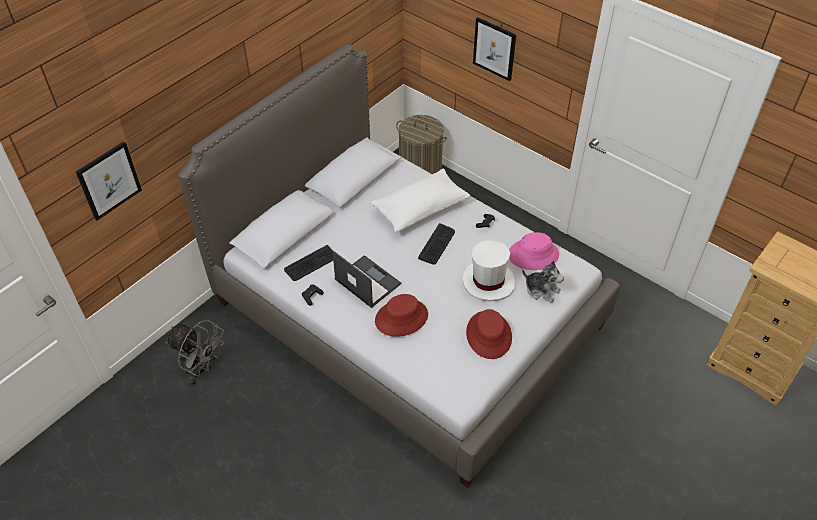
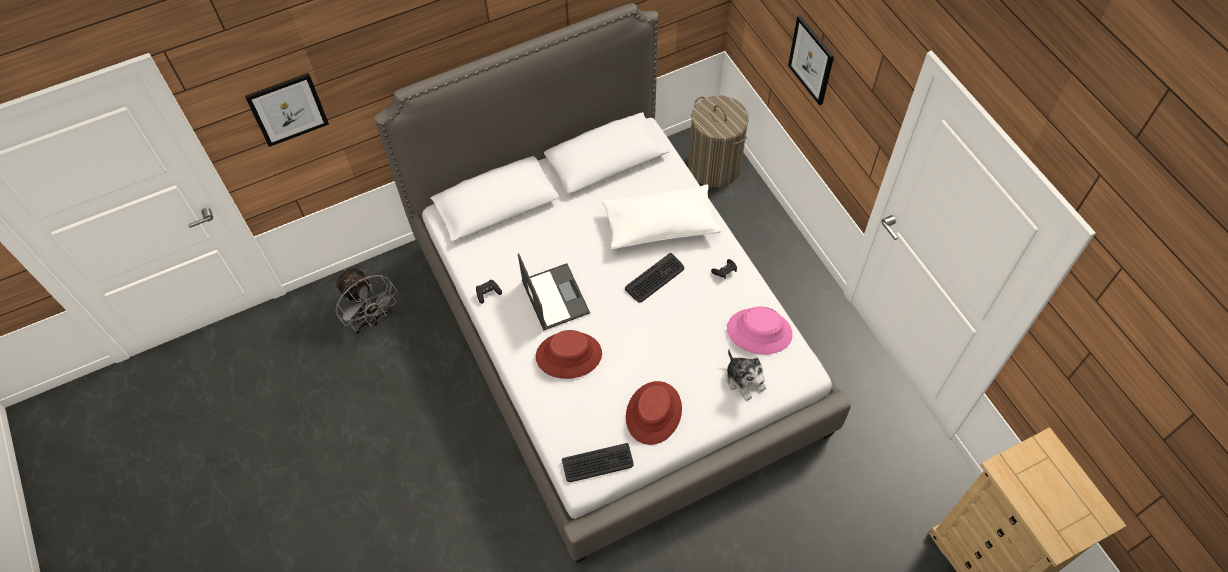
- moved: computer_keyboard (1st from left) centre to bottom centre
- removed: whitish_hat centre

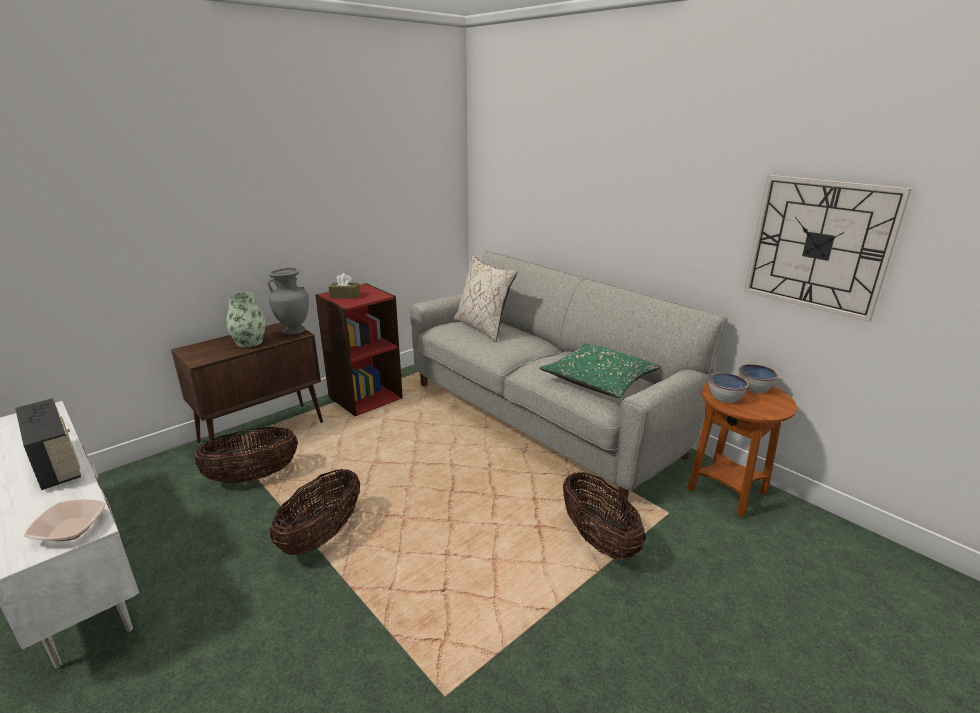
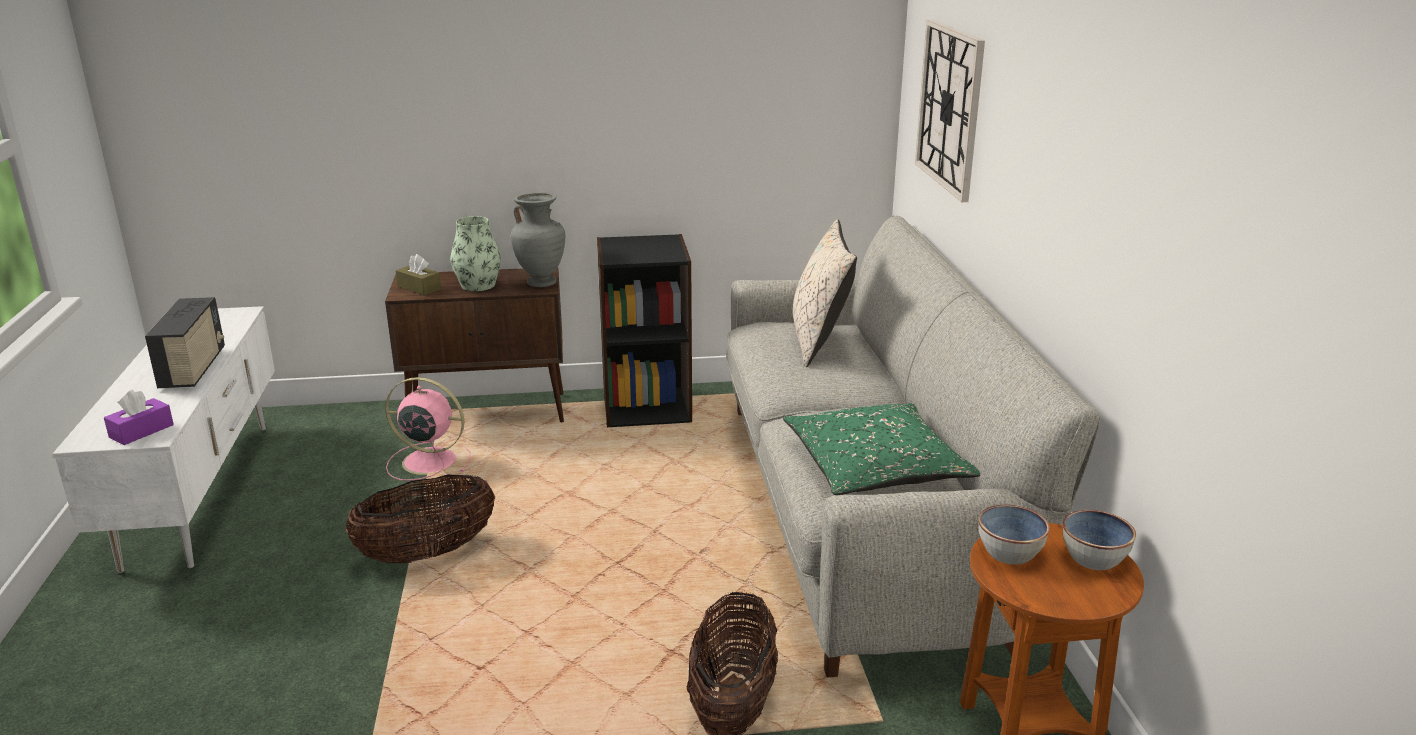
- replaced: serving_bowl (1st from left) bottom left to purplish_box_of_tissues middle left
- replaced: basket (1st from left) middle left to pinkish_electric_fan middle left
- recoloured: red_bookshelf centre to black_bookshelf centre
- moved: brownish_box_of_tissues centre to middle left
- moved: wall_clock middle right to top right

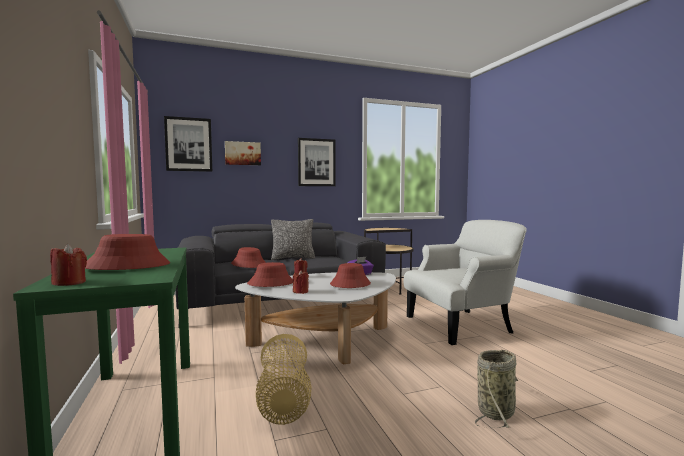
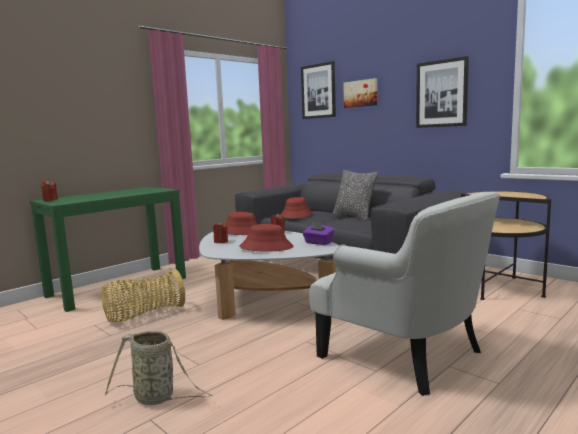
- removed: red_hat (1st from left) middle left

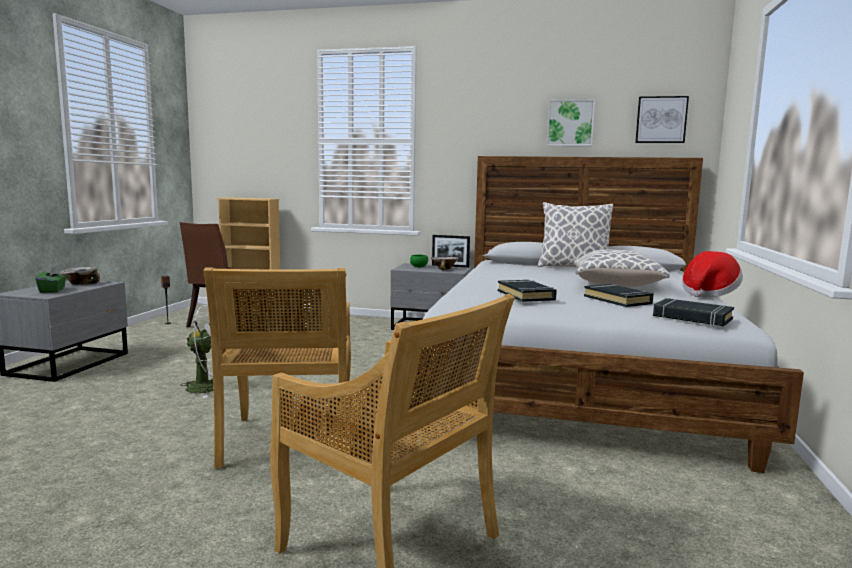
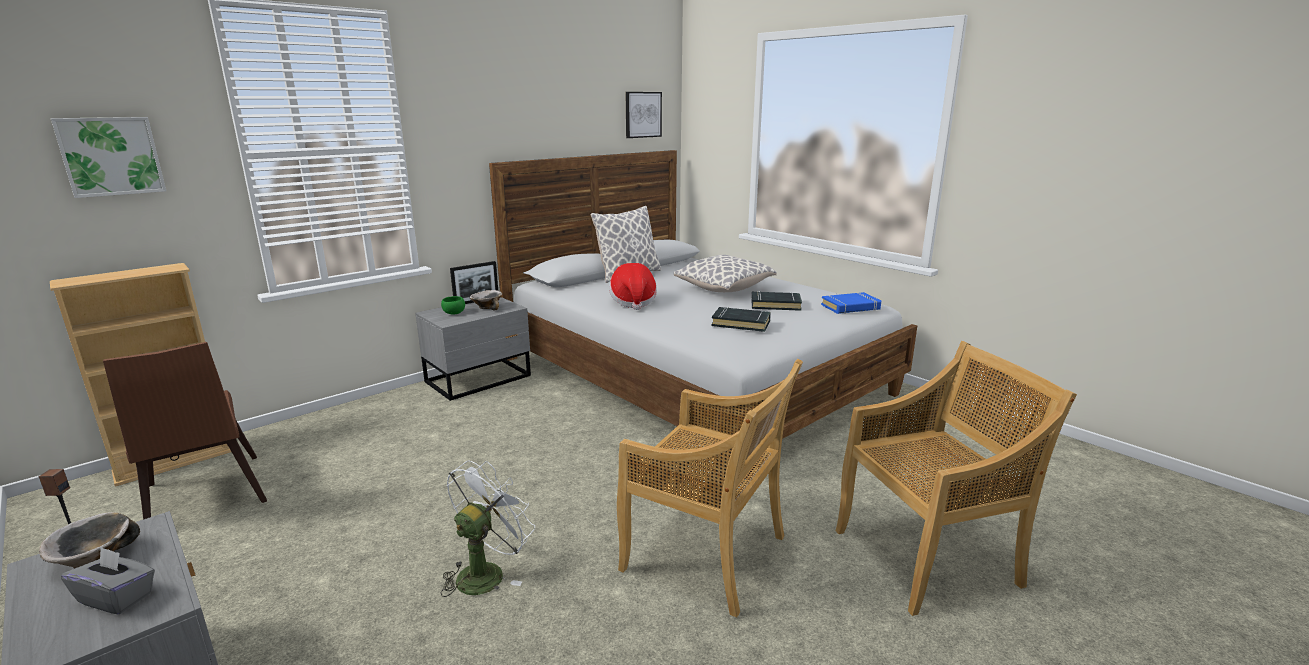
- recoloured: greenish_box_of_tissues middle left to grey_box_of_tissues bottom left
- moved: picture (1st from left) top right to top left
- recoloured: black_book (3rd from left) middle right to blue_book centre
- moved: hat middle right to centre

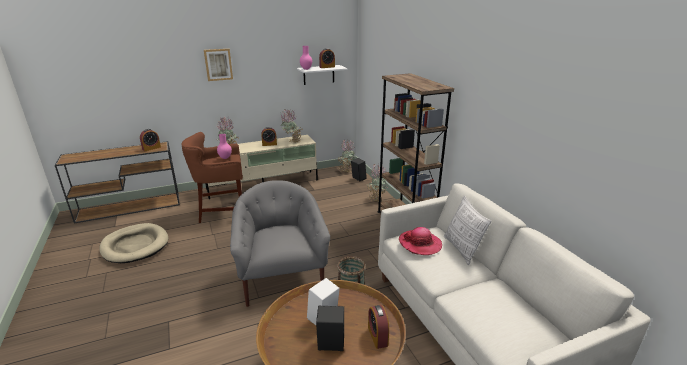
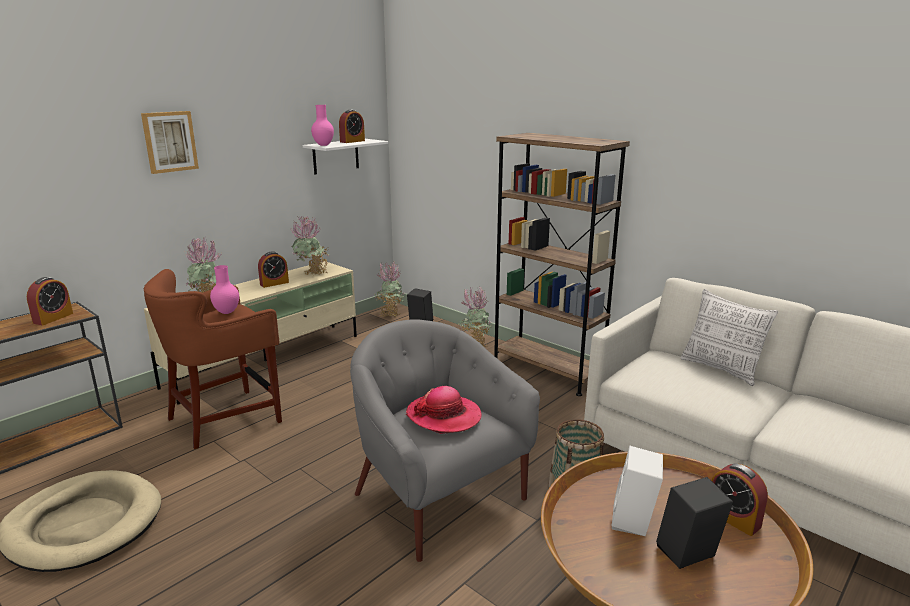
- moved: hat centre to bottom centre

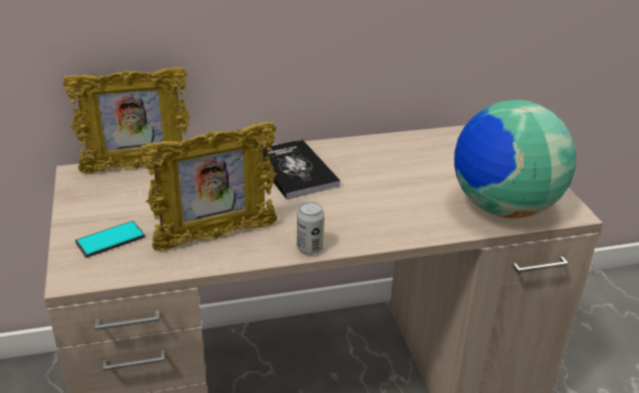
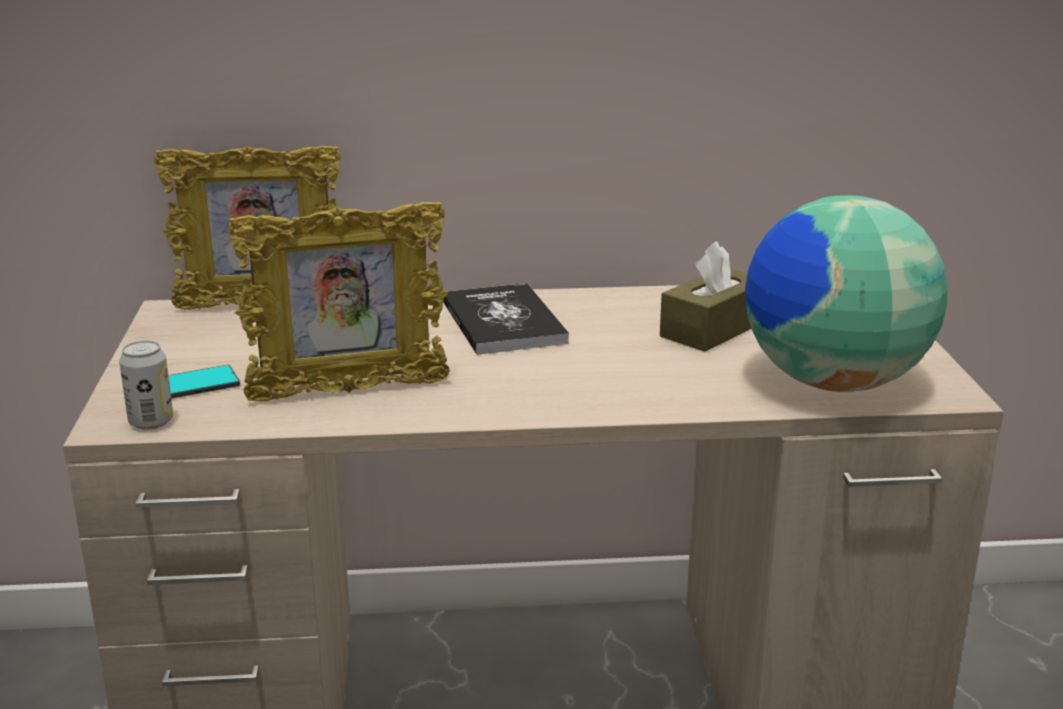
- moved: metal_can centre to middle left
- added: brownish_box_of_tissues centre

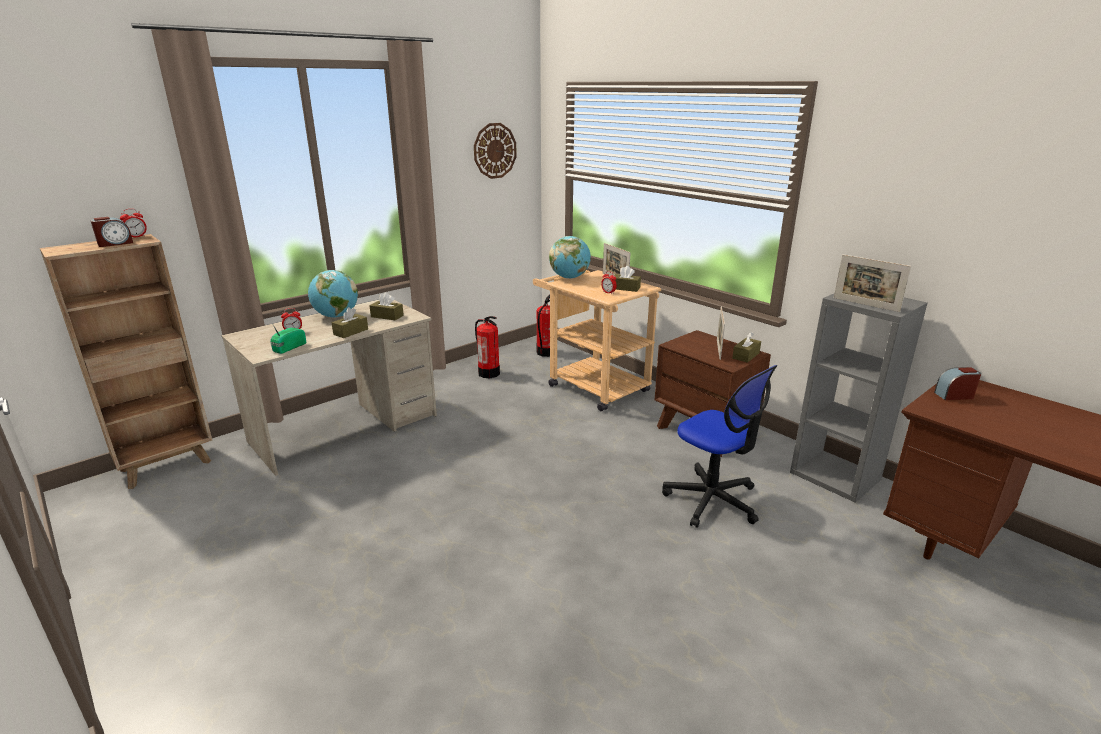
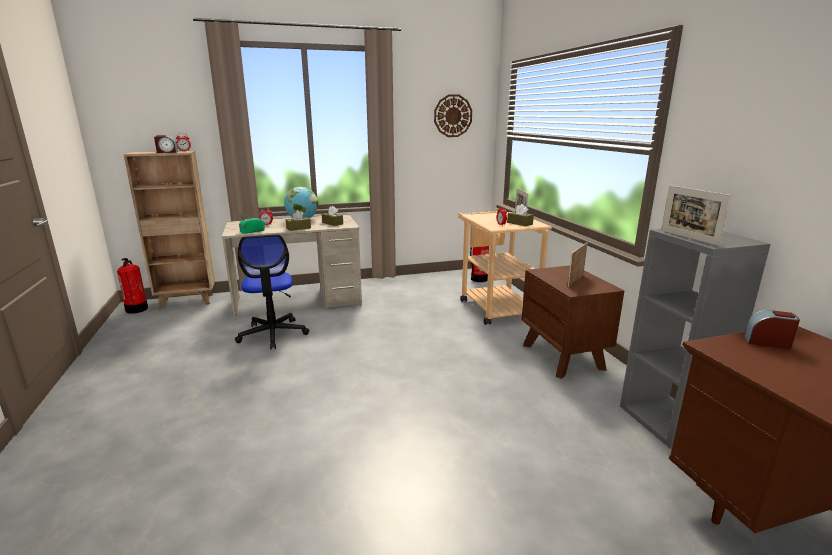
- moved: extinguisher (1st from left) centre to middle left
- removed: globe (2nd from left) centre
- moved: computer_chair centre to middle left
- removed: brownish_box_of_tissues (4th from left) middle right

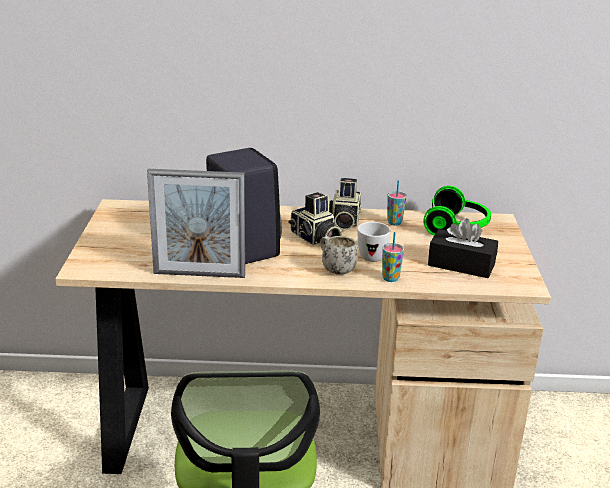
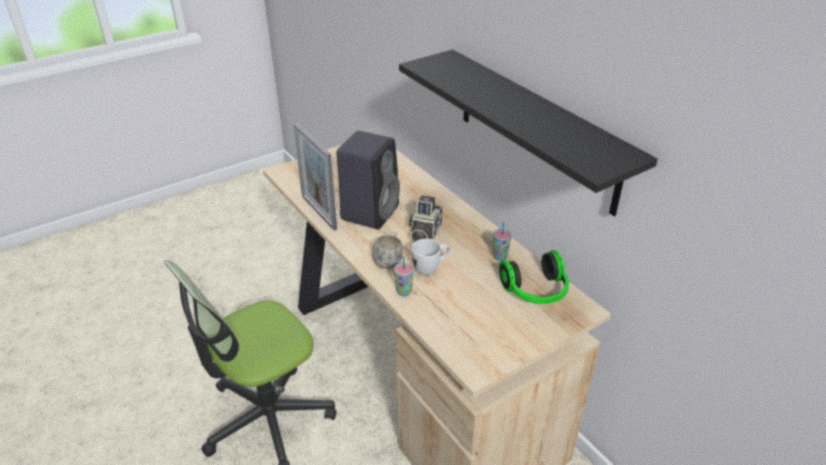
- removed: still_camera (2nd from left) centre
- removed: black_box_of_tissues middle right
- added: black_shelf top centre

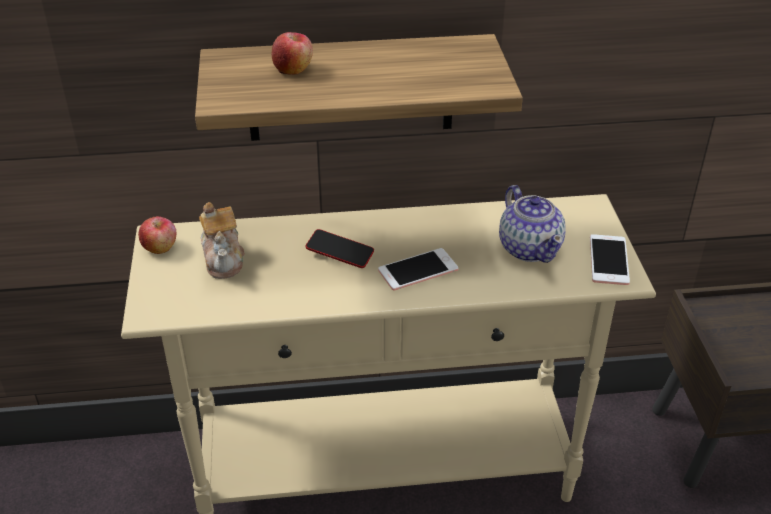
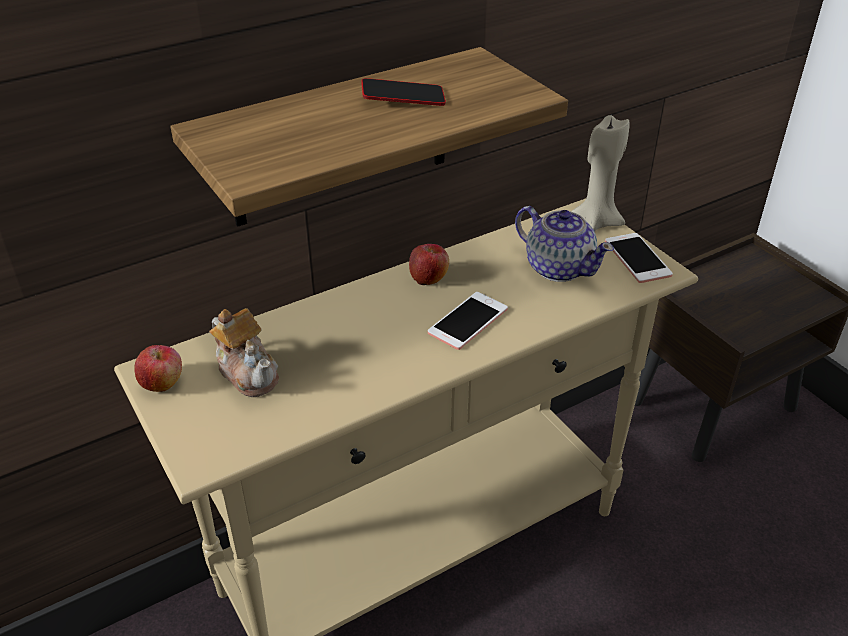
- moved: apple (2nd from left) top centre to centre
- moved: phone (1st from left) centre to top centre
- added: beige_candle top right

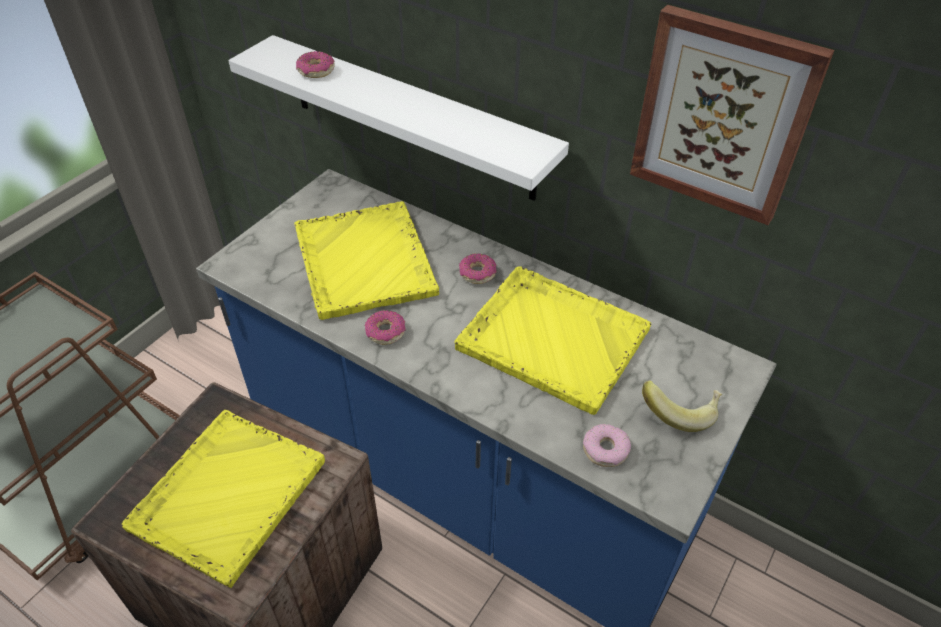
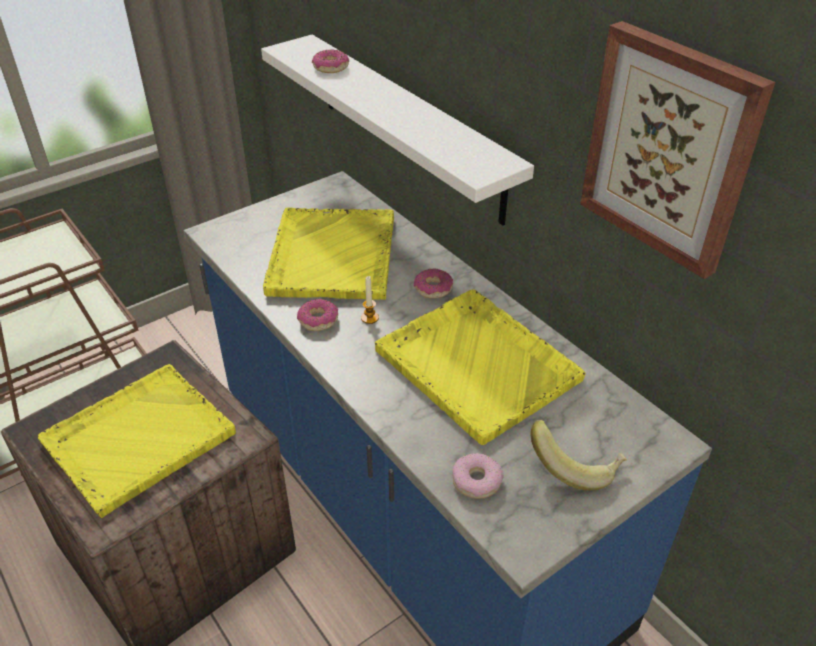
- added: candle centre

